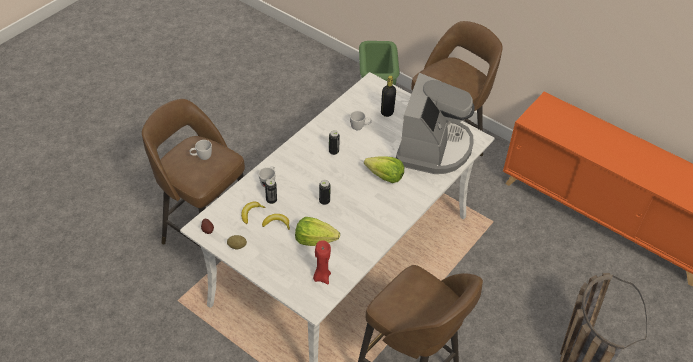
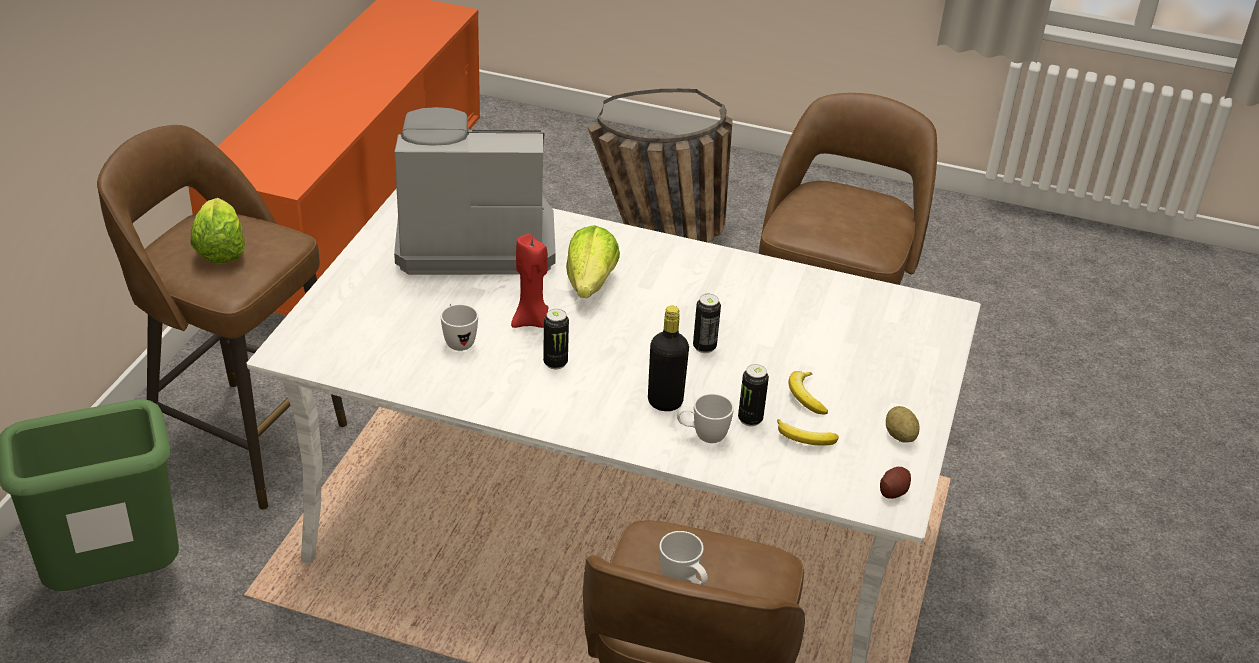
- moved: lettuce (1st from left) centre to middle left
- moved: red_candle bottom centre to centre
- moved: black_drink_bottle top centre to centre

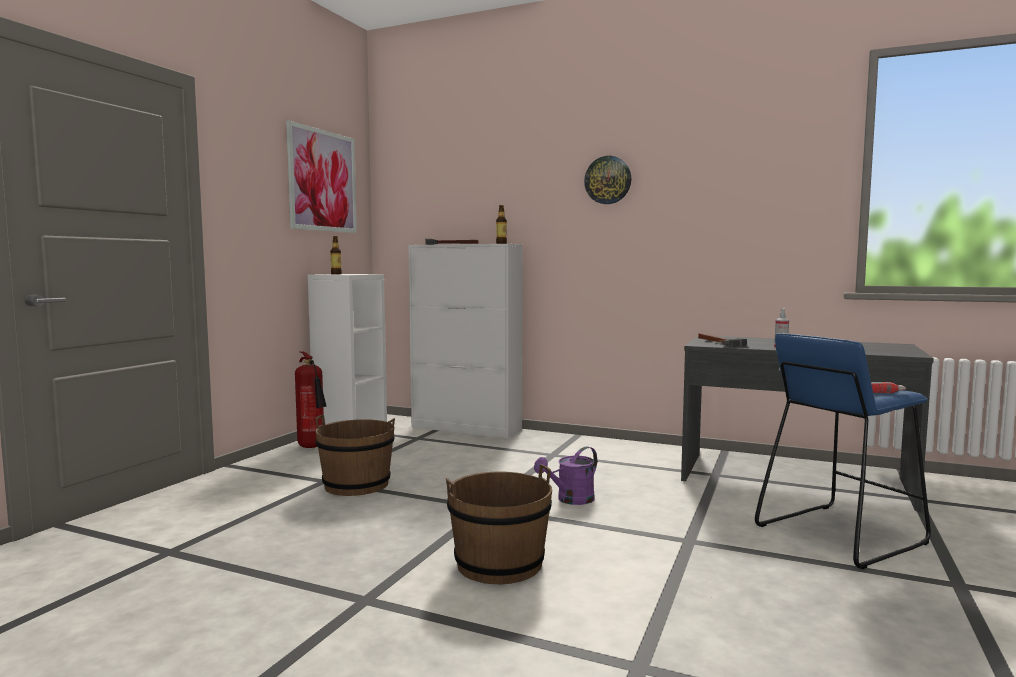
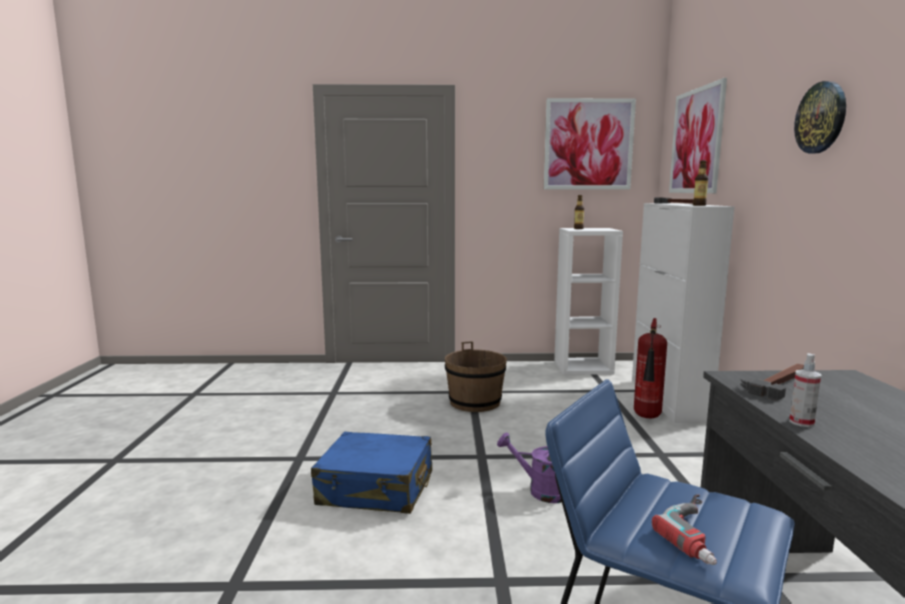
- moved: extinguisher middle left to middle right
- replaced: brownish_water_bucket (2nd from left) bottom centre to blue_piece_of_luggage bottom centre
- added: picture (2nd from left) top right

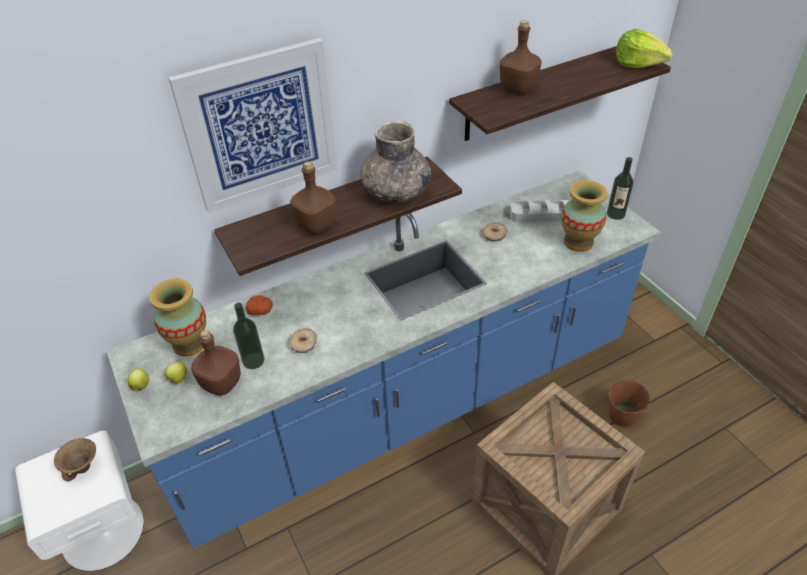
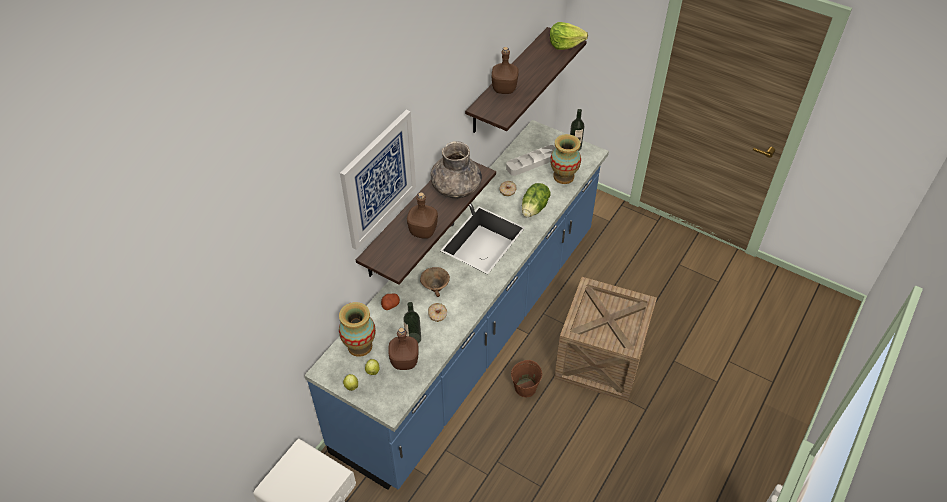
- moved: brownish_serving_bowl bottom left to centre
- moved: brownish_water_bucket bottom right to bottom centre
- added: lettuce (1st from left) centre

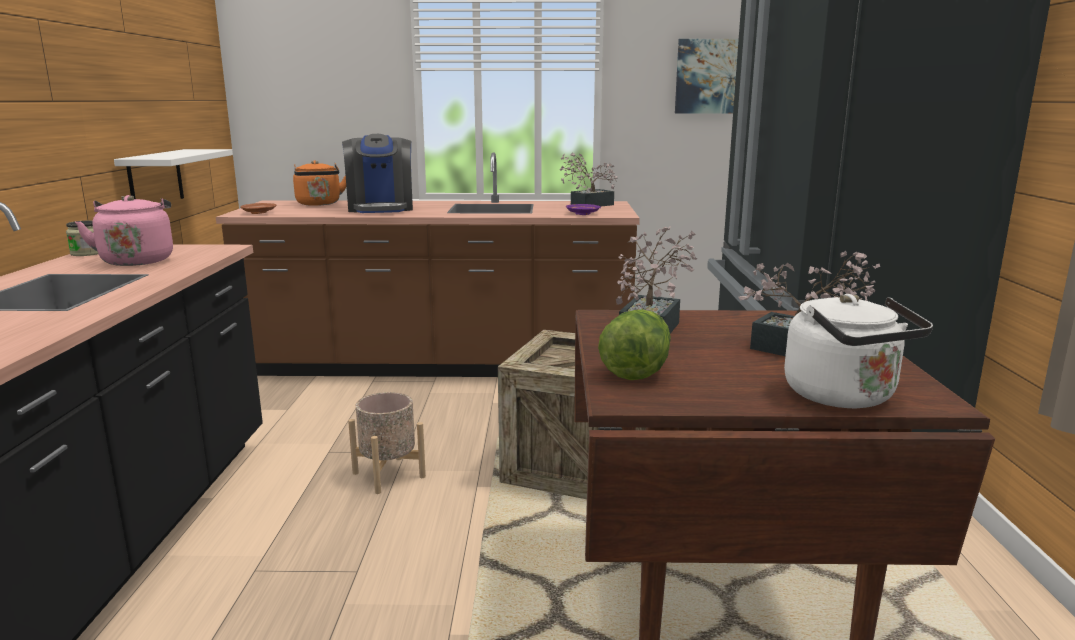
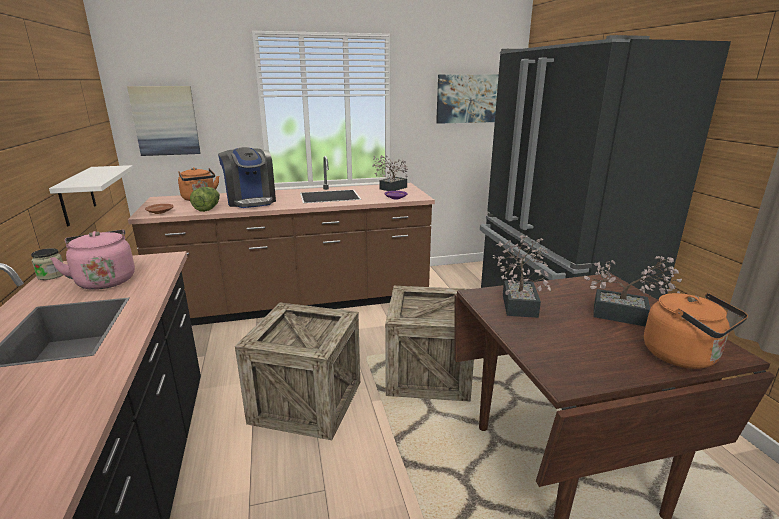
- replaced: beige_planter bottom centre to crate (1st from left) bottom centre
- moved: lettuce centre to middle left
- recoloured: whitish_tea_kettle middle right to orange-coloured_tea_kettle (2nd from left) middle right
- added: picture (1st from left) top left

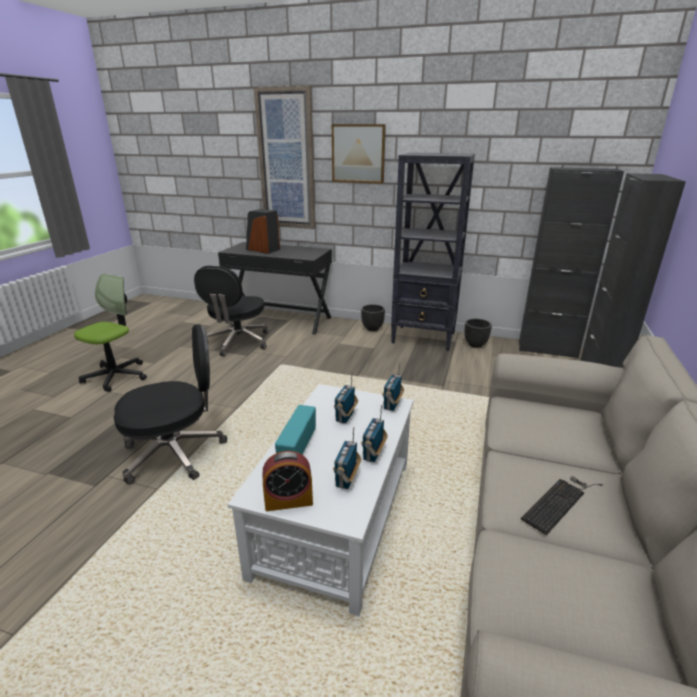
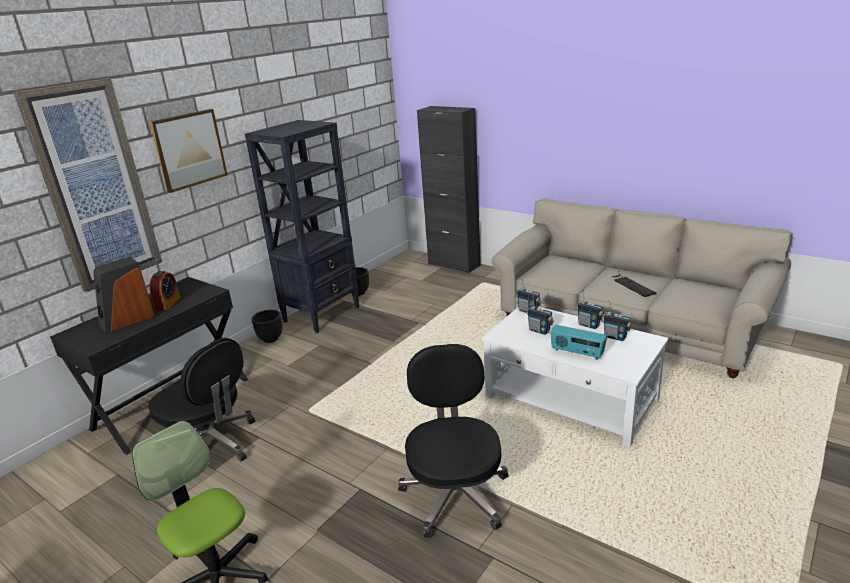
- moved: bedside_clock bottom centre to middle left
- removed: black_cupboard (1st from left) middle right

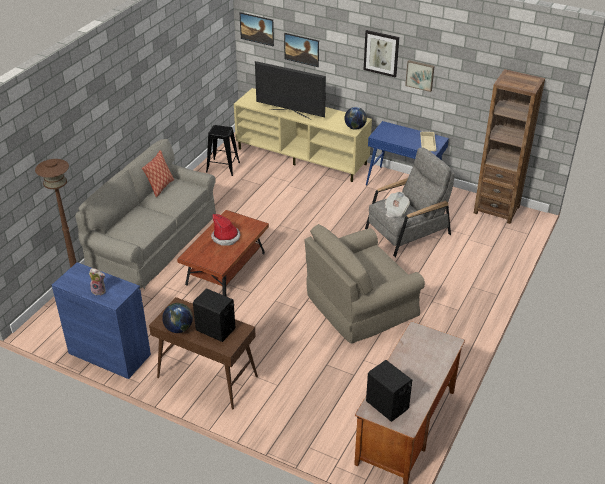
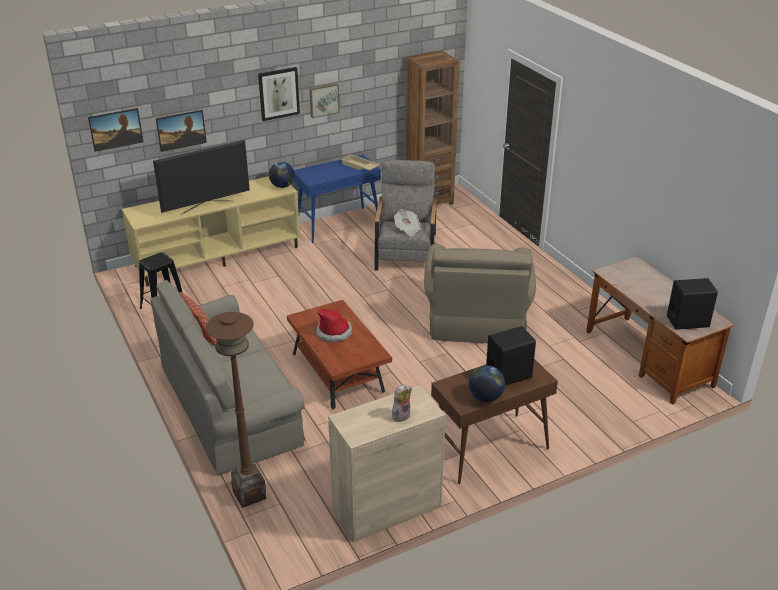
- recoloured: blue_cupboard middle left to beige_cupboard bottom centre

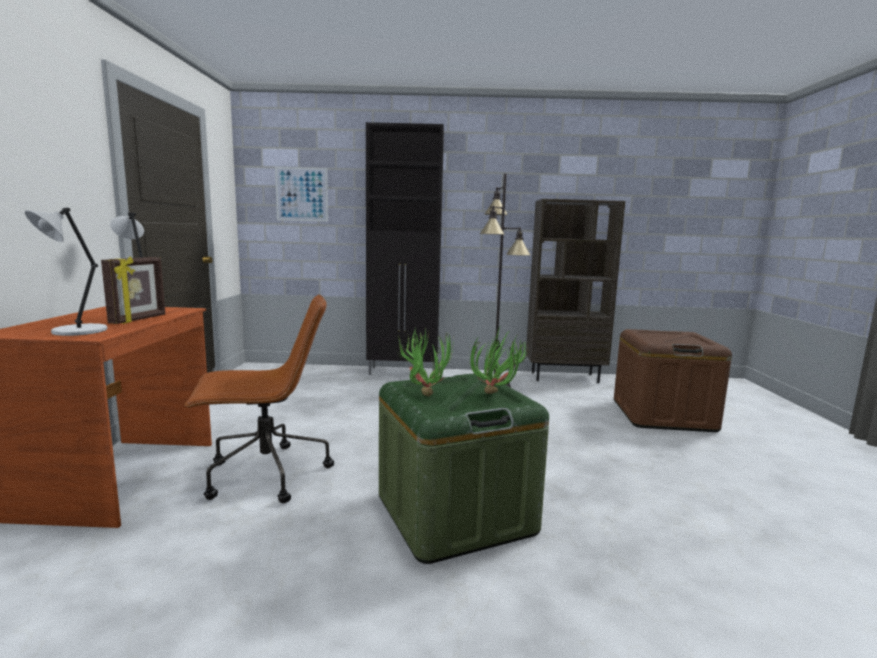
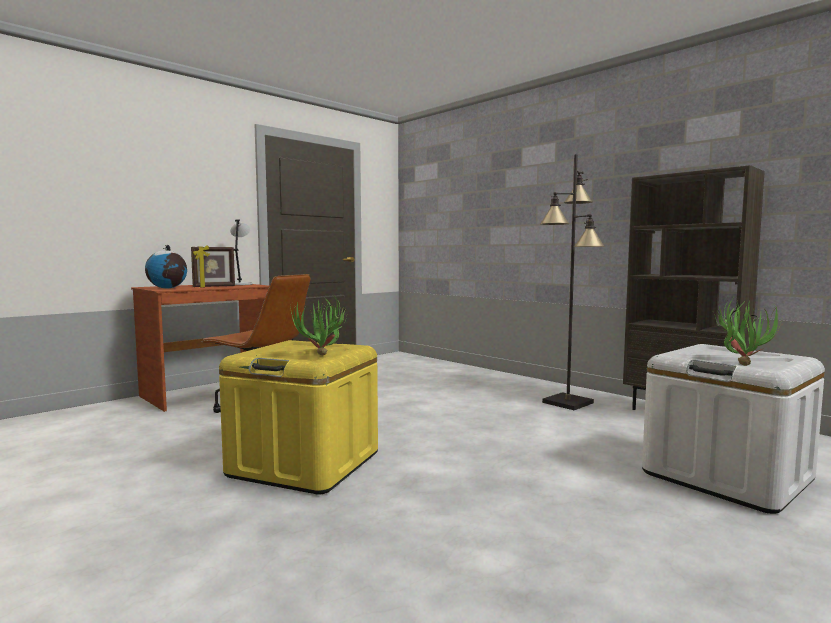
- replaced: grey_tabletop_lamp (1st from left) middle left to globe middle left
- removed: picture top centre
- removed: black_cupboard centre
- recoloured: greenish_storage_bin bottom centre to yellow-coloured_storage_bin bottom centre
- moved: houseplant (1st from left in the first image) centre to houseplant (2nd from left) middle right
- recoloured: brownish_storage_bin middle right to whitish_storage_bin bottom right

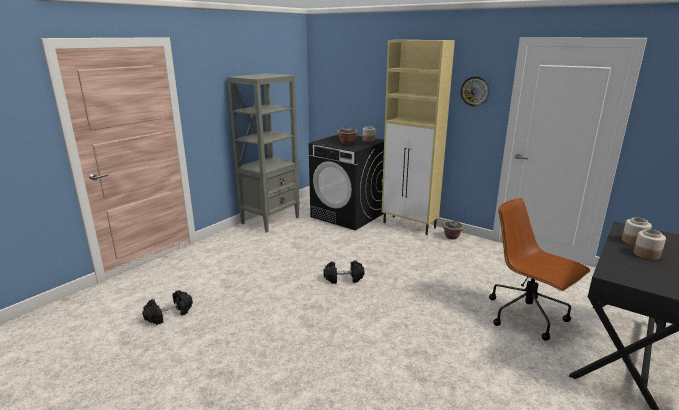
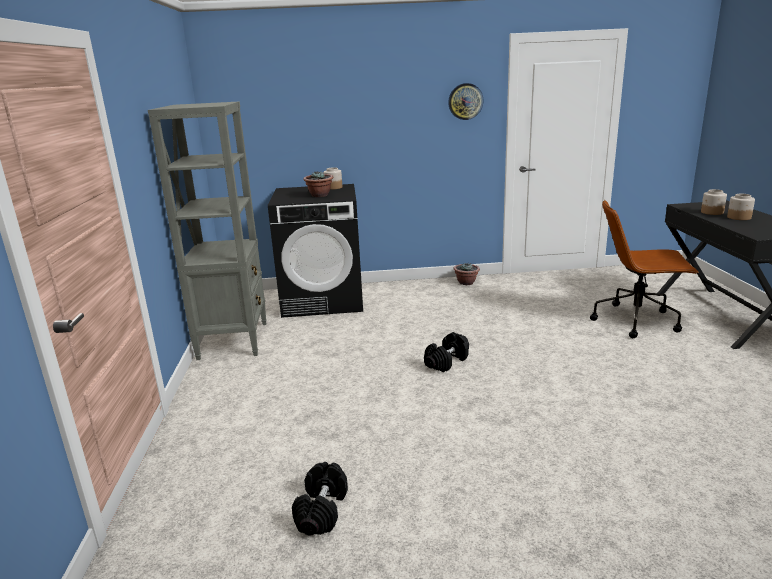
- removed: beige_cupboard centre

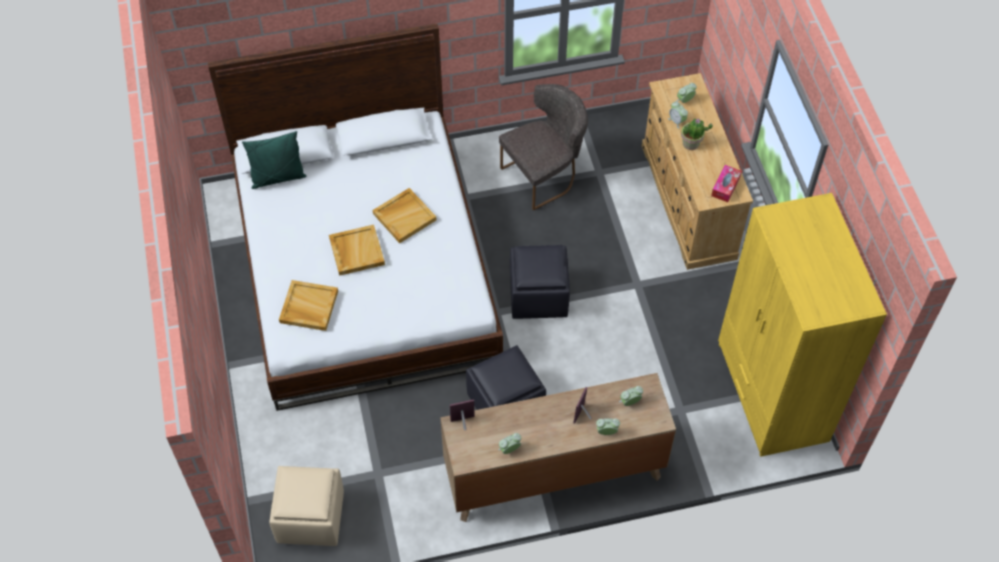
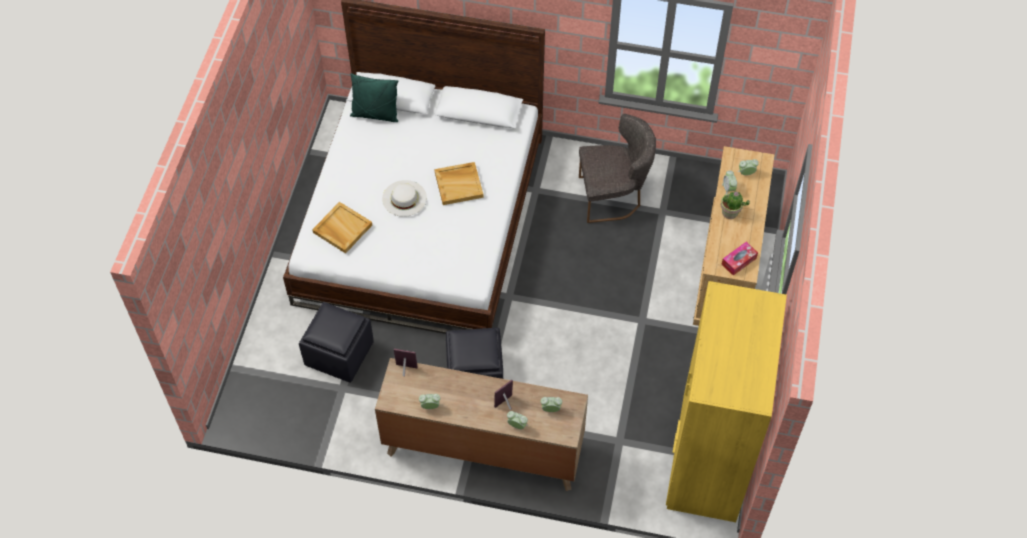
- removed: beige_ottoman bottom left
- replaced: beige_serving_tray (2nd from left) centre to whitish_hat centre
- moved: black_ottoman (2nd from left in the first image) centre to black_ottoman (1st from left) middle left

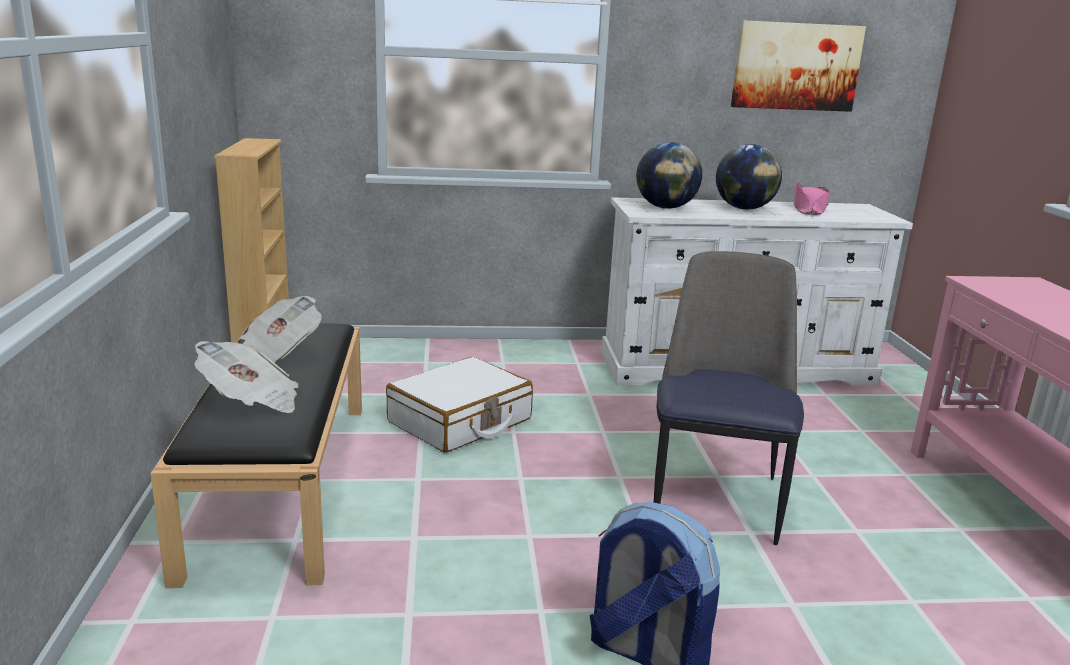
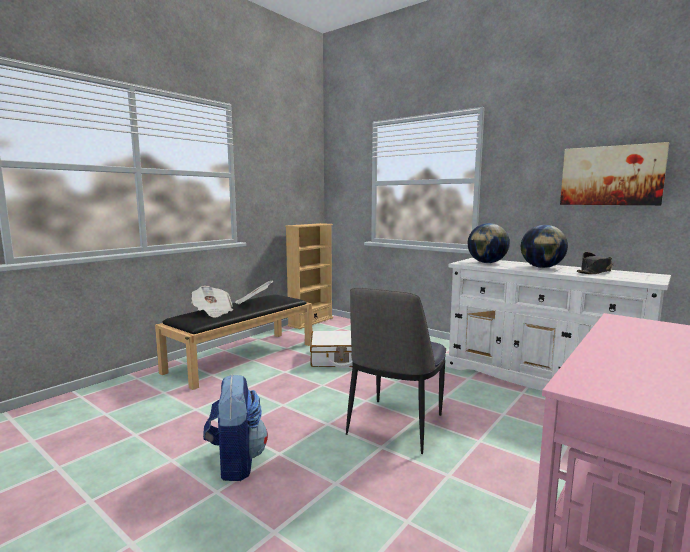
- turned: chair middle right = bottom centre 150 degrees clockwise
- recoloured: pinkish_hat top right to black_hat middle right

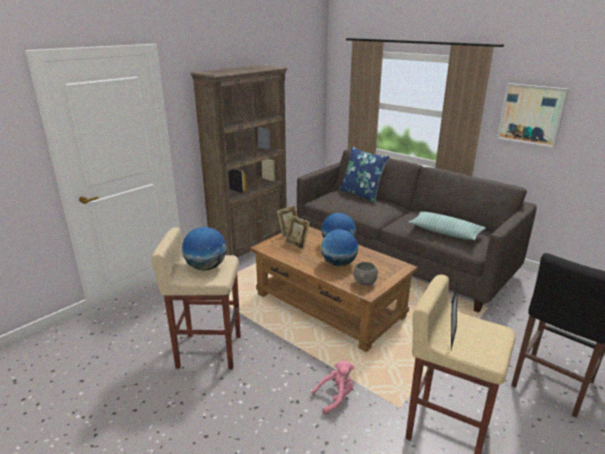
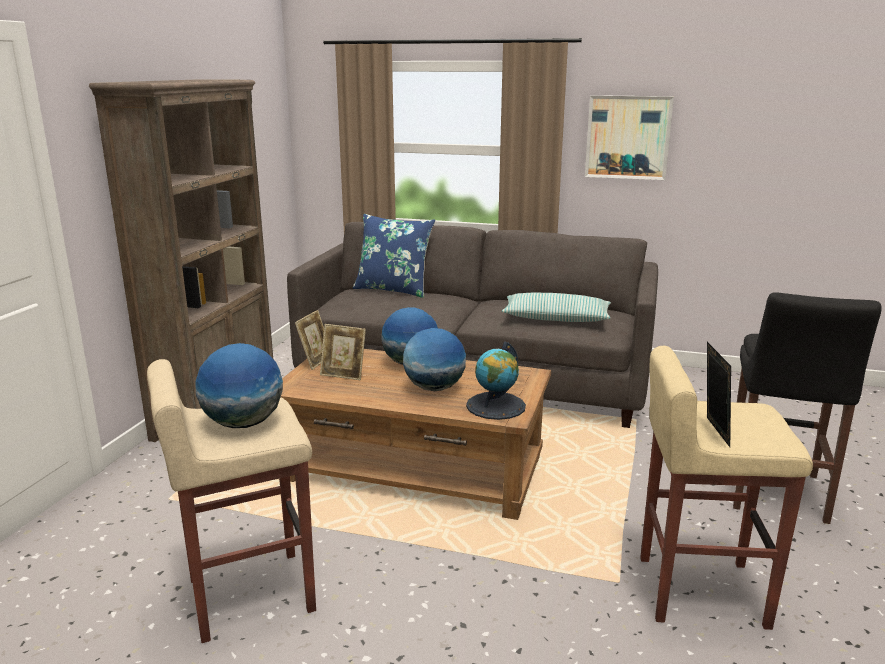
- removed: pinkish_soft_toy bottom centre
- replaced: grey_serving_bowl centre to globe (4th from left) centre

